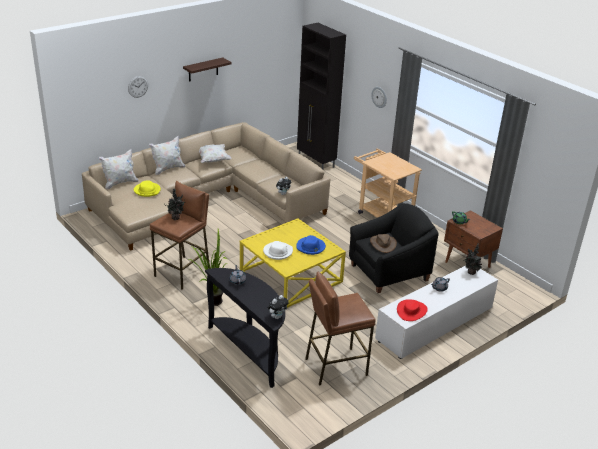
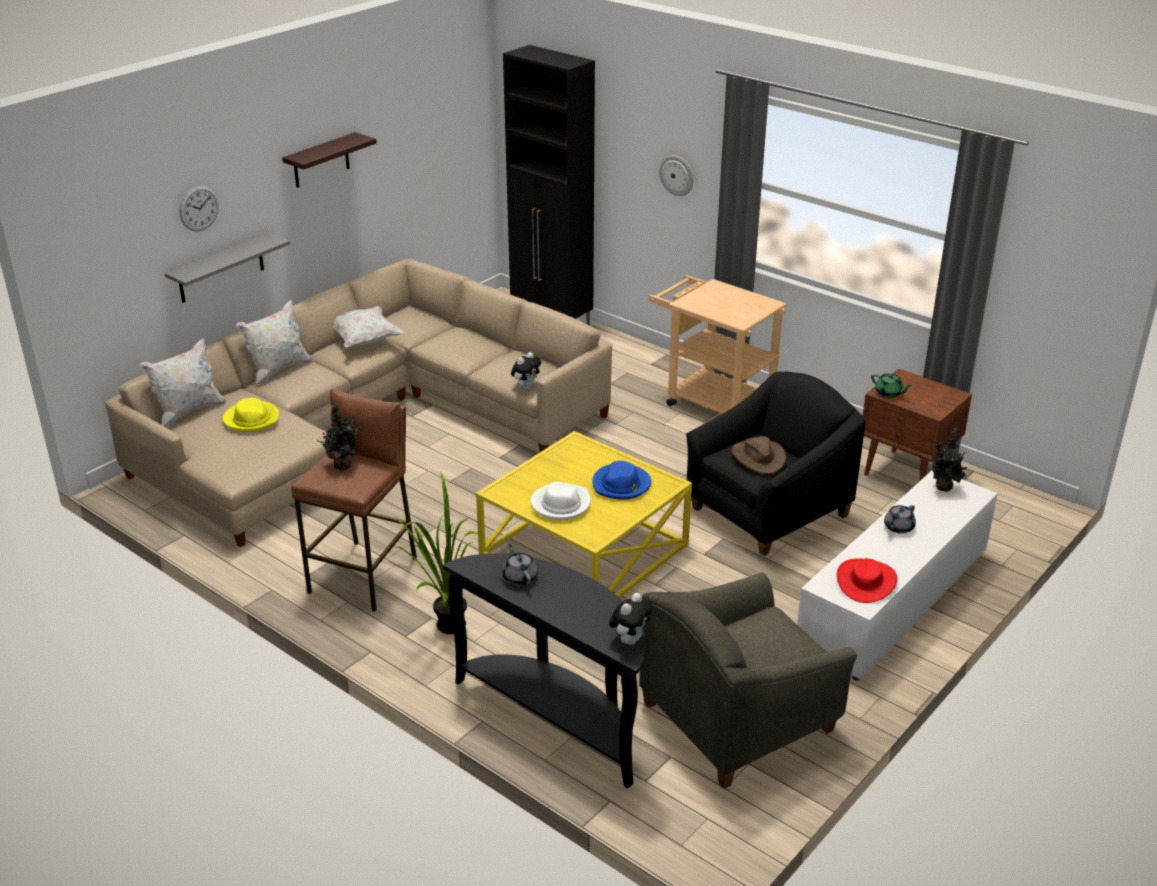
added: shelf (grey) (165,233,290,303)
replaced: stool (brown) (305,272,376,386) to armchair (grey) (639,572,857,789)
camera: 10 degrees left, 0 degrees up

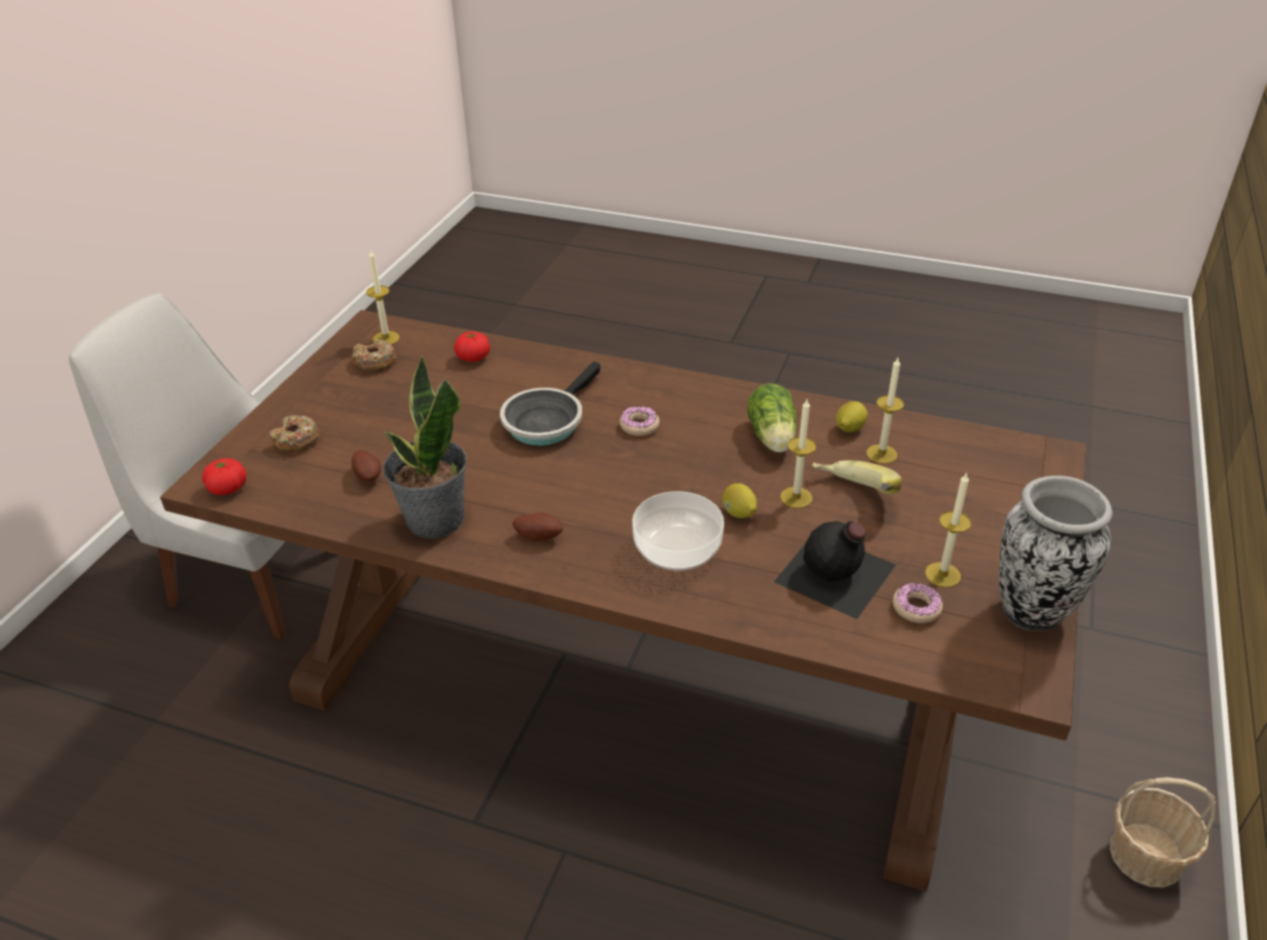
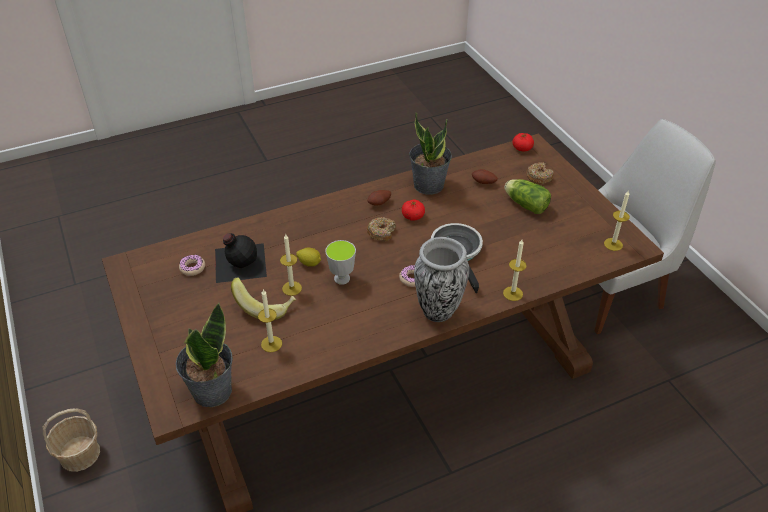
removed: bowl (632,491,724,571); lemon (836,401,868,432)
added: potted plant (176,303,233,407); cup (325,240,356,285)
moved: donut (352,339,397,372) to (367,217,396,242); tomato (454,331,490,362) to (402,200,425,221); lettuce (747,384,797,453) to (504,179,551,214); candle (925,472,971,588) to (503,240,527,301); vase (999,476,1113,631) to (414,237,469,322)
camera: 135 degrees right, 5 degrees up

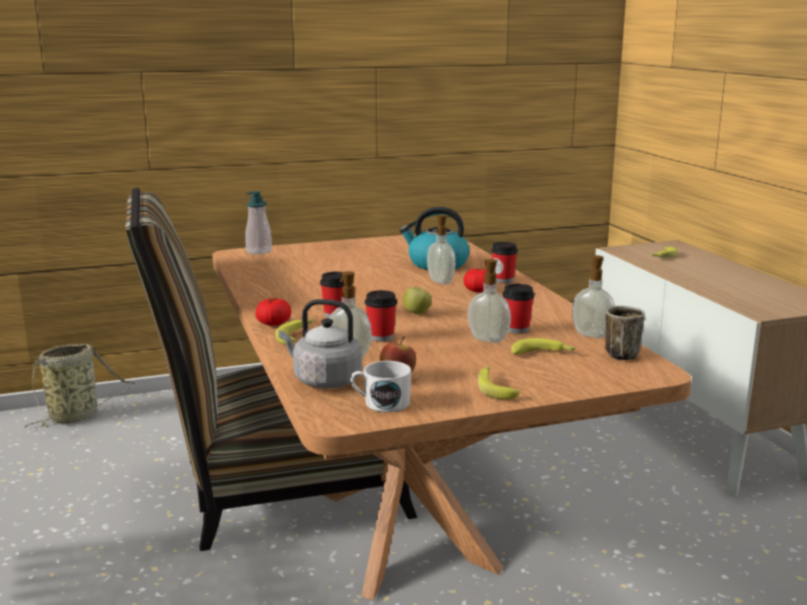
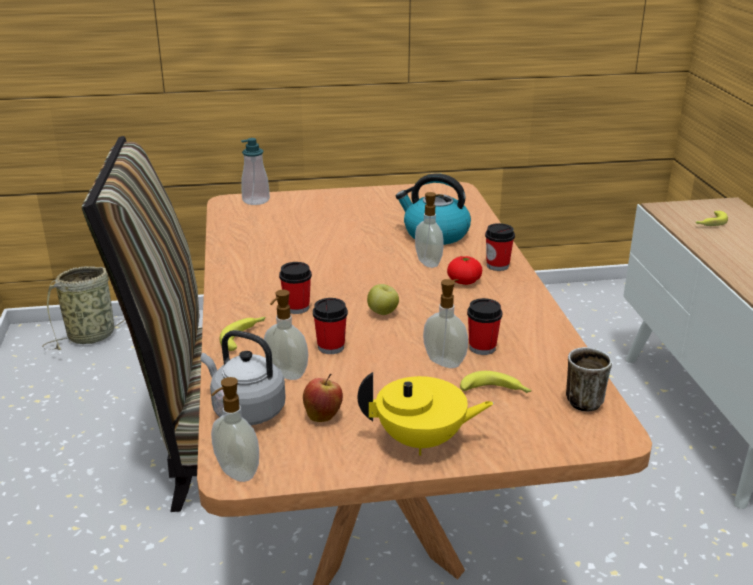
removed: tomato (255,297,291,326); mug (white) (351,361,411,412)
moved: soap dispenser (572,255,615,338) to (211,377,259,482)
replaced: banana (478,366,520,400) to teapot (yellow) (358,372,494,456)
camera: 10 degrees right, 10 degrees up

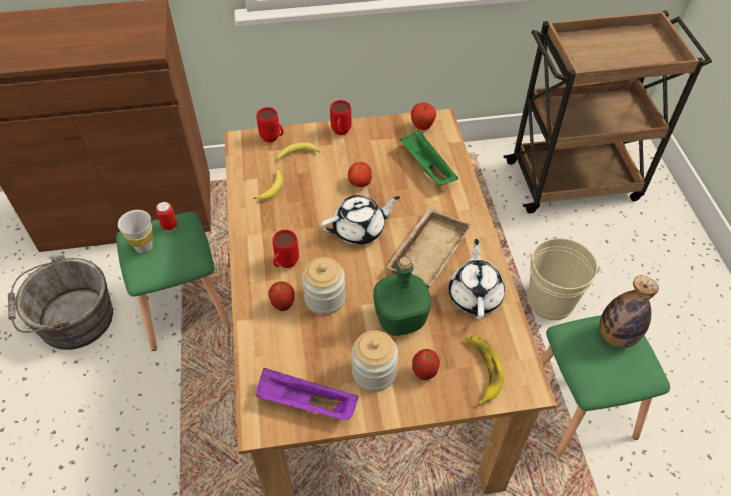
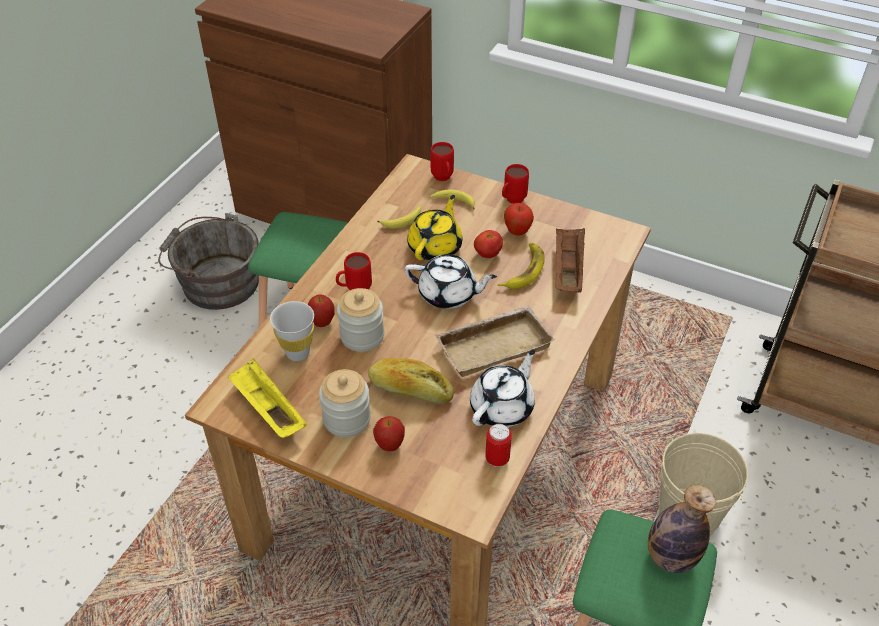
added: teapot (yellow) (407,195,462,261)
moved: cup (white) (118,210,153,253) to (270,301,314,361); can (156,202,177,231) to (485,424,512,467); apple (411,102,436,130) to (504,203,534,236); banana (466,336,504,405) to (498,243,545,289)
replaced: bottle (green) (373,257,431,336) to bread (368,358,454,403)
recoloured: tray (purple) (256,368,358,420) to tray (yellow) (228,358,307,438); tray (green) (400,129,458,185) to tray (brown) (555,228,585,292)
camera: 35 degrees right, 5 degrees down

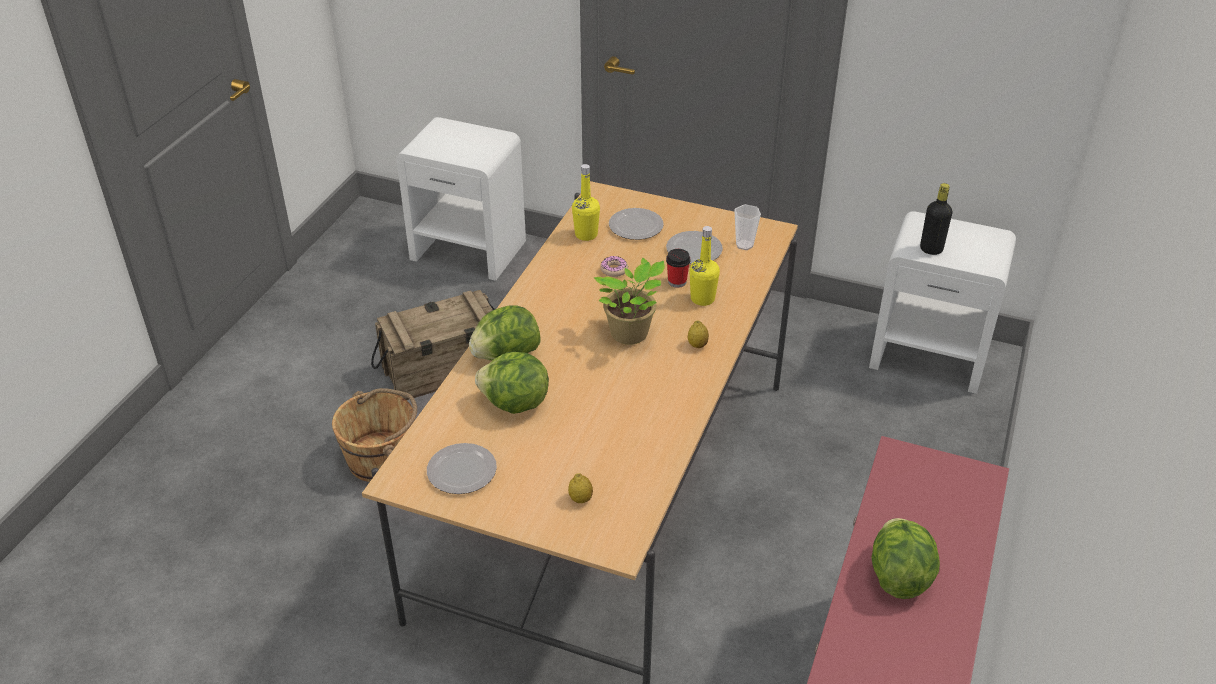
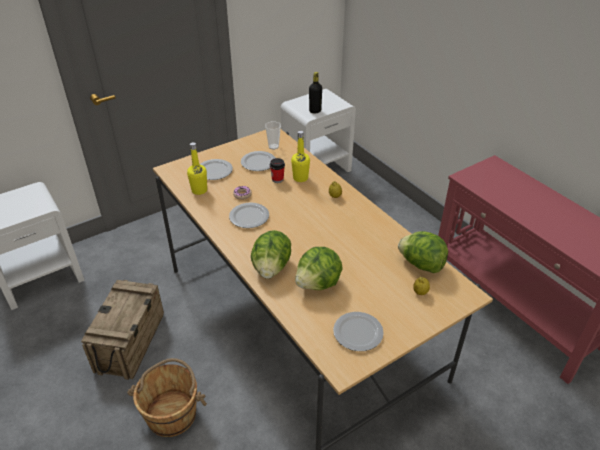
removed: potted plant (593,258,665,344)
added: plate (229,203,269,228)
moved: lettuce (871,518,940,599) to (398,231,448,273)
camera: 55 degrees left, 0 degrees up

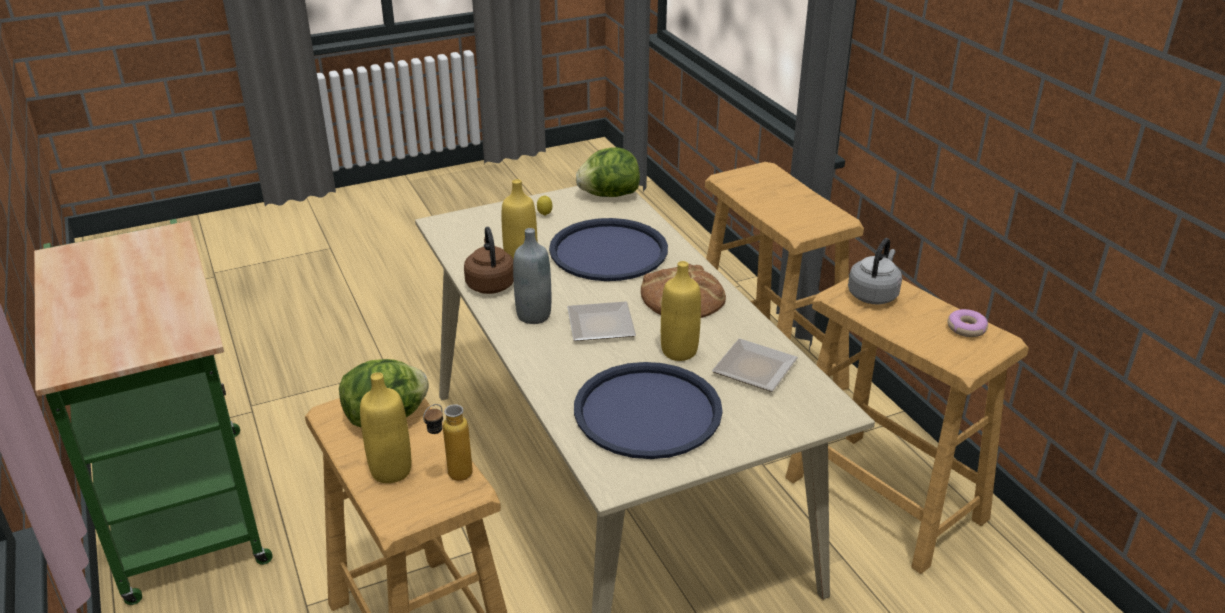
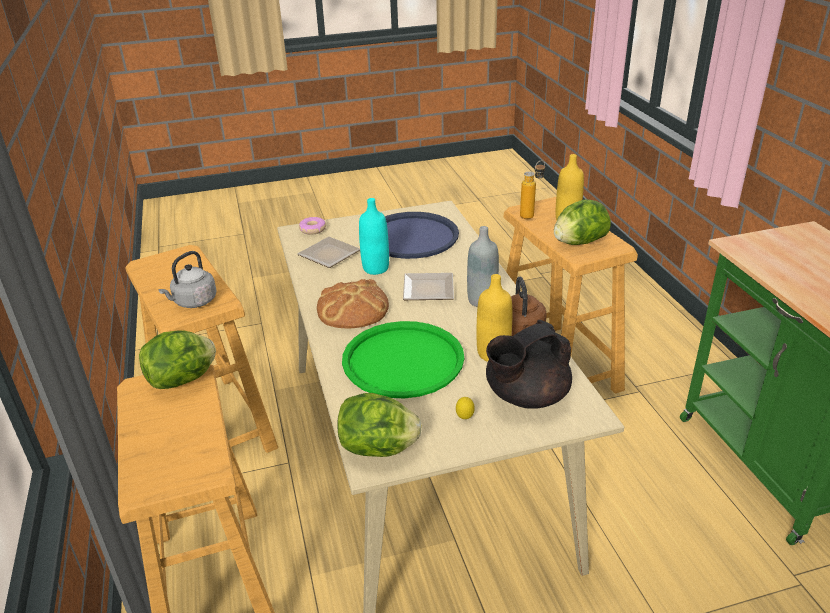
added: lettuce (139,330,216,389); teapot (black) (486,320,572,409)
moved: donut (947,309,988,337) to (299,217,326,235)
recoloured: tray (blue) (549,218,668,281) to tray (green) (342,321,464,398); bottle (yellow) (661,261,701,361) to bottle (turquoise) (359,198,389,275)
camera: 170 degrees left, 0 degrees up

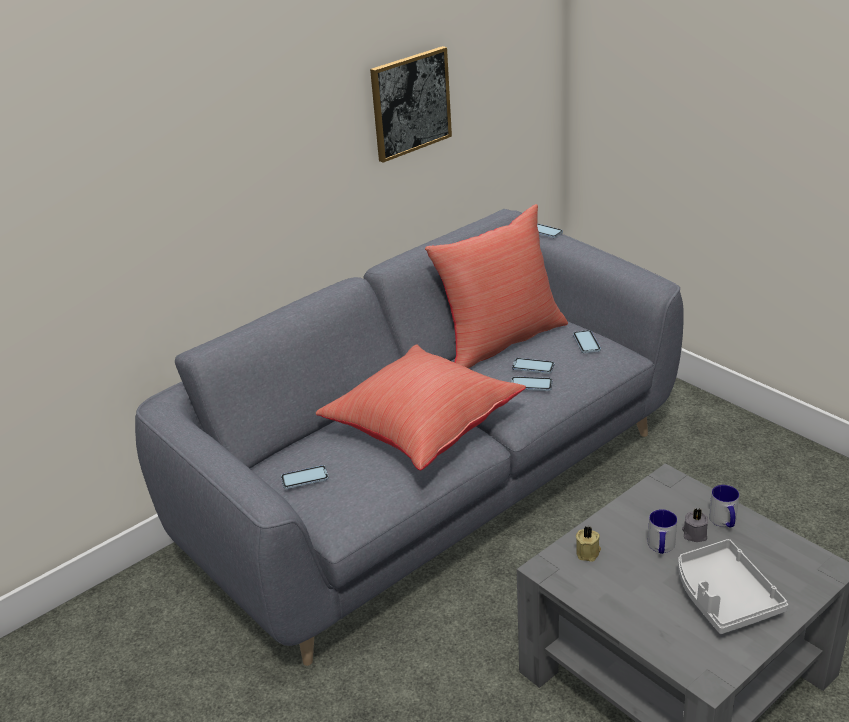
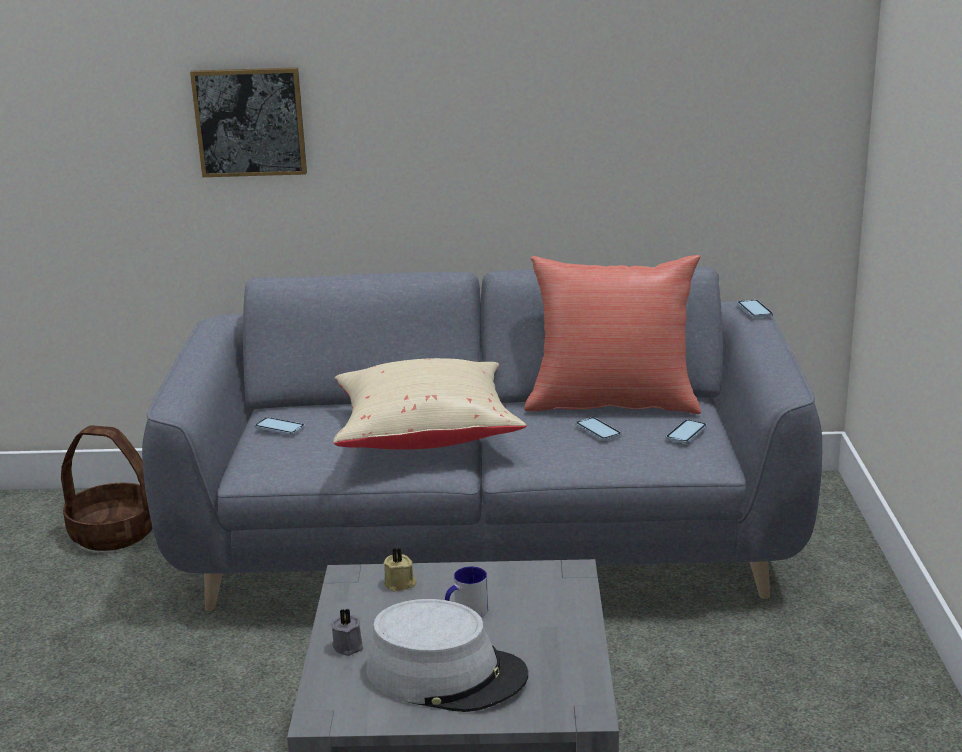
removed: phone (511,376,552,391); mug (709,485,739,527)
added: basket (61,425,153,551)
moved: picture (370,46,452,163) to (190,67,307,177); candle (grey) (682,508,708,542) to (330,609,363,656)
replaced: tray (grey) (678,539,788,634) to hat (grey) (366,599,528,712)
recoloured: pillow (red) (316,344,526,470) to pillow (beige) (333,358,527,450)
camera: 40 degrees right, 10 degrees down

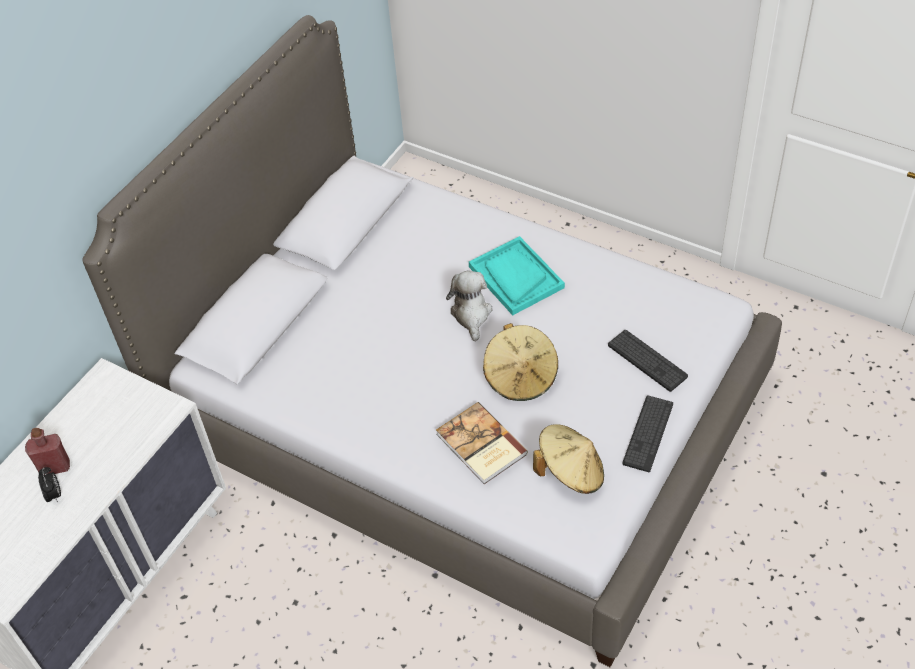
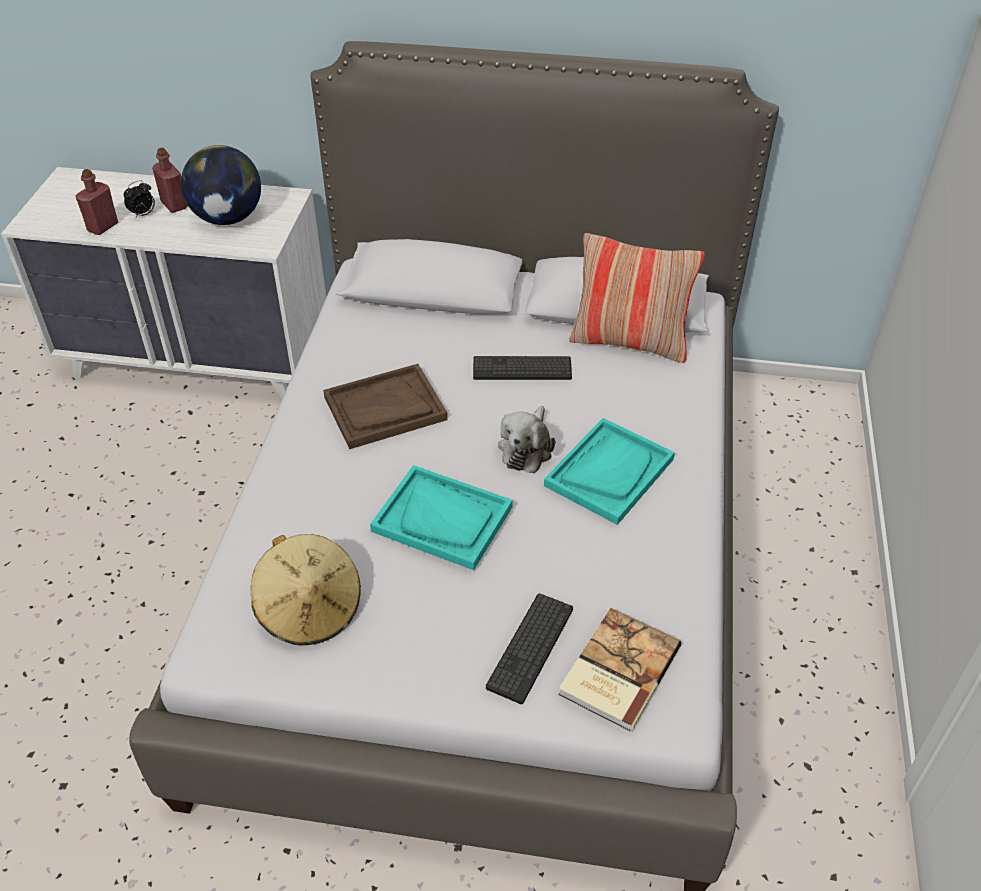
added: bottle (red) (76,169,118,235); globe (181,145,261,225); tray (brown) (323,364,448,449); pillow (569,233,705,363)
moved: book (436,402,528,484) to (558,608,681,732); keyboard (623,395,673,472) to (473,356,572,380)
replaced: hat (beige) (483,323,558,401) to tray (turquoise) (370,465,513,570)
turned: plush toy (446,270,493,342) = (498,406,555,473) 135 degrees clockwise
camera: 65 degrees right, 5 degrees down

